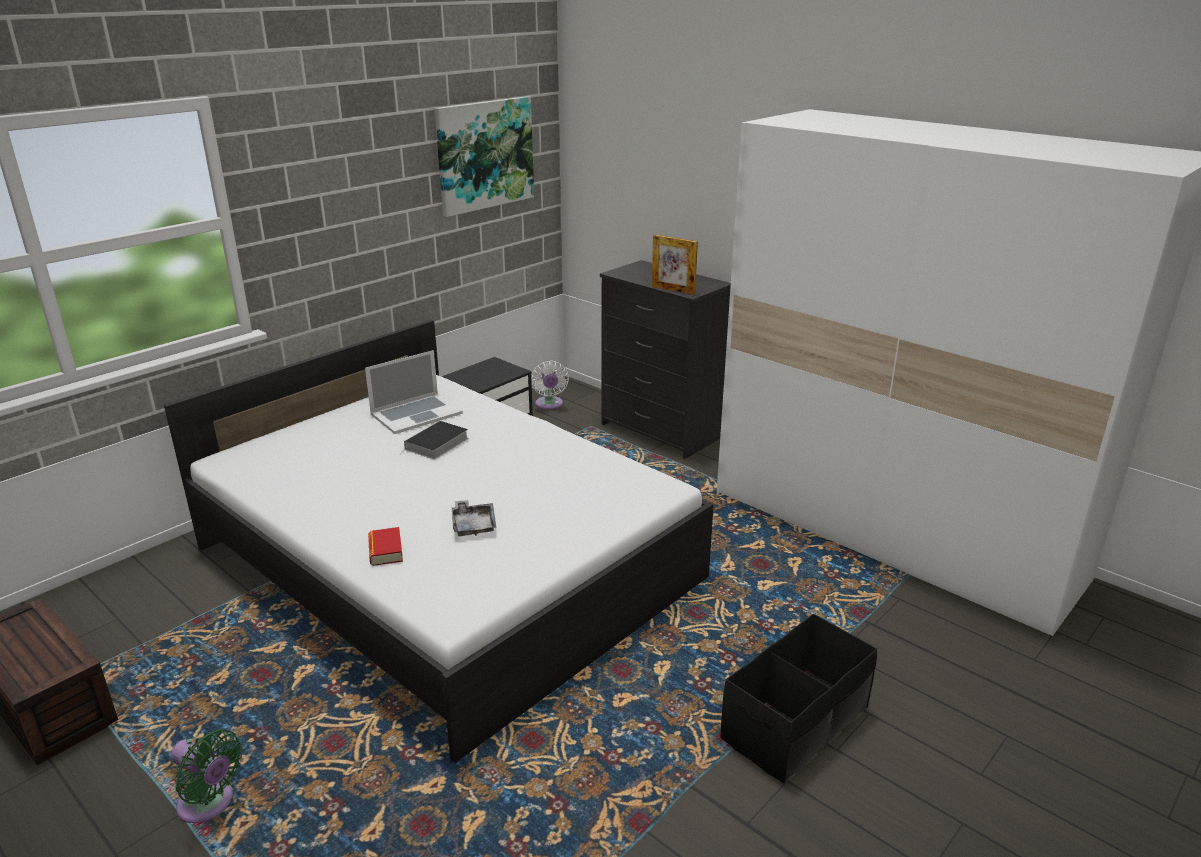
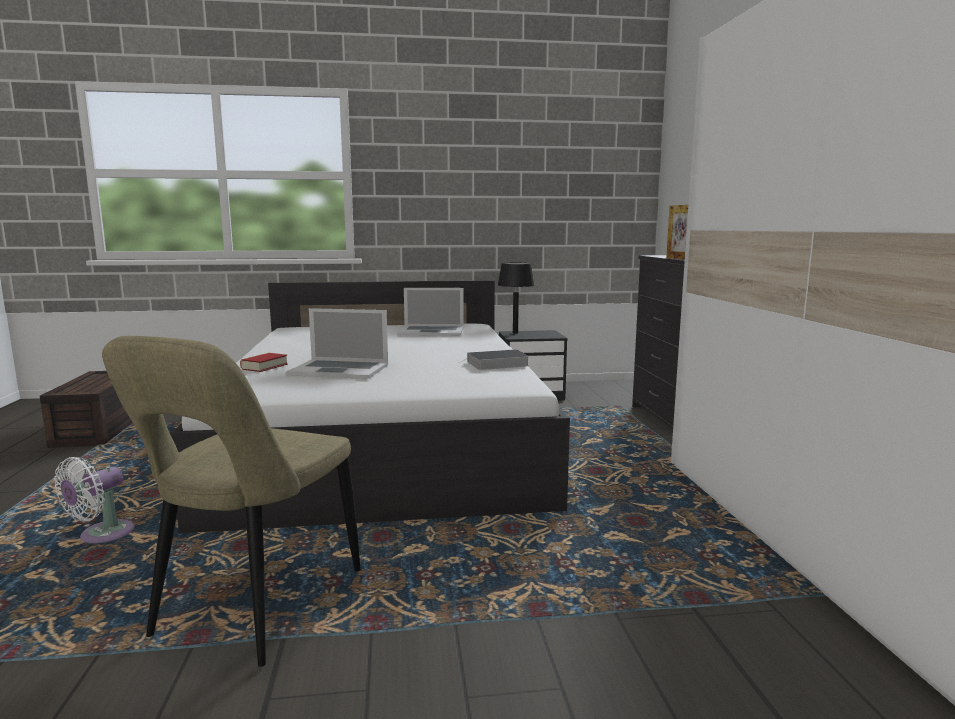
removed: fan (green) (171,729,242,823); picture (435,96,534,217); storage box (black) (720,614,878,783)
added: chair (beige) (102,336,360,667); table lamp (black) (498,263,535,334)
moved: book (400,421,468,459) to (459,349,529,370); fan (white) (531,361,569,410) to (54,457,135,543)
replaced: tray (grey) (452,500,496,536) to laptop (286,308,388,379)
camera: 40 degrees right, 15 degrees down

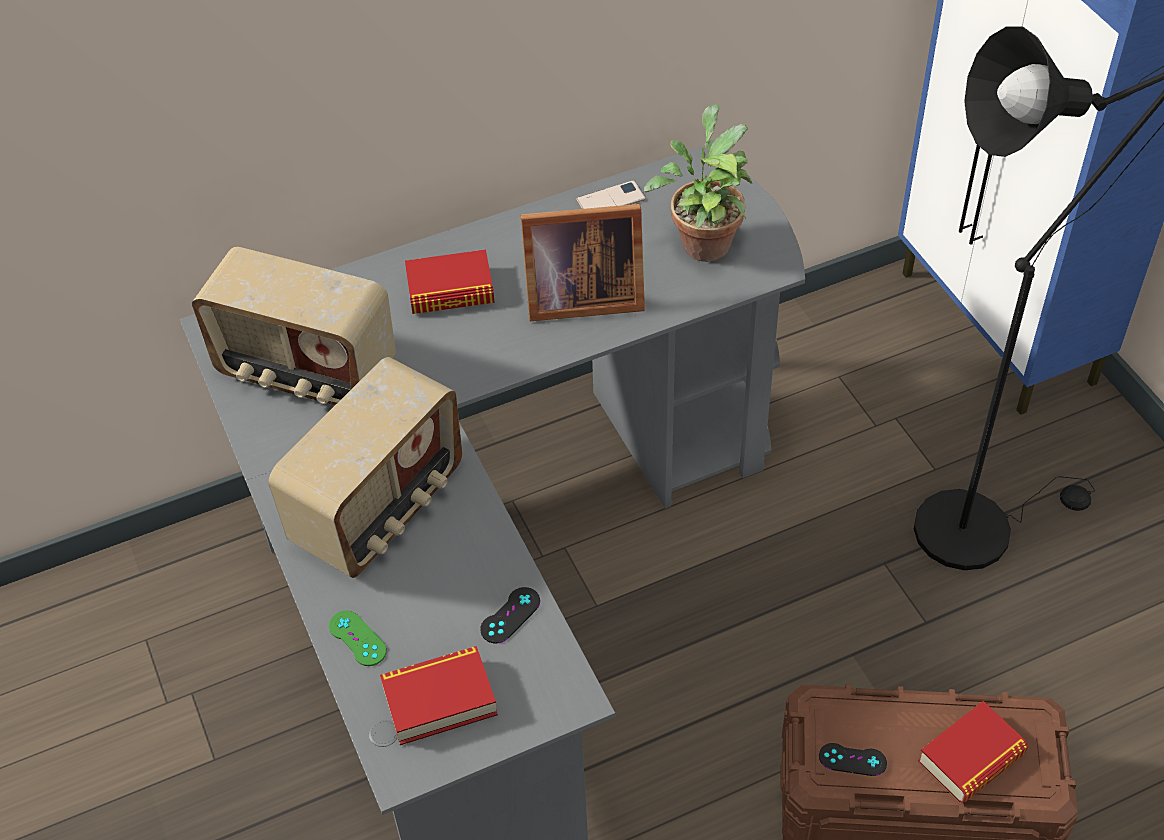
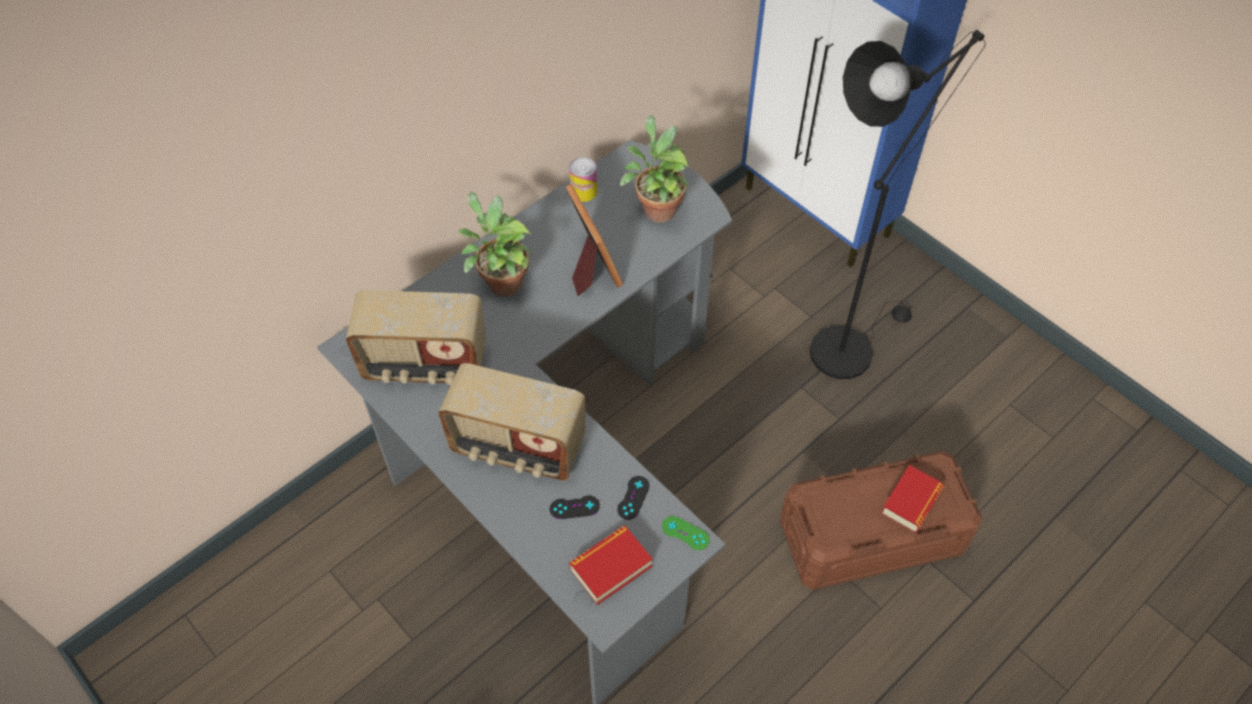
moved: game controller (green) (329,611,387,666) to (662,516,710,550); game controller (black) (819,743,887,776) to (550,496,600,519)
replaced: book (405,249,495,314) to potted plant (458,192,533,297); phone (576,180,646,209) to can (569,157,597,202)
turned: radio (268,357,463,578) = (438,363,585,480) 90 degrees clockwise; picture frame (521,204,645,321) = (565,184,623,296) 90 degrees counterclockwise
camera: 20 degrees left, 5 degrees up

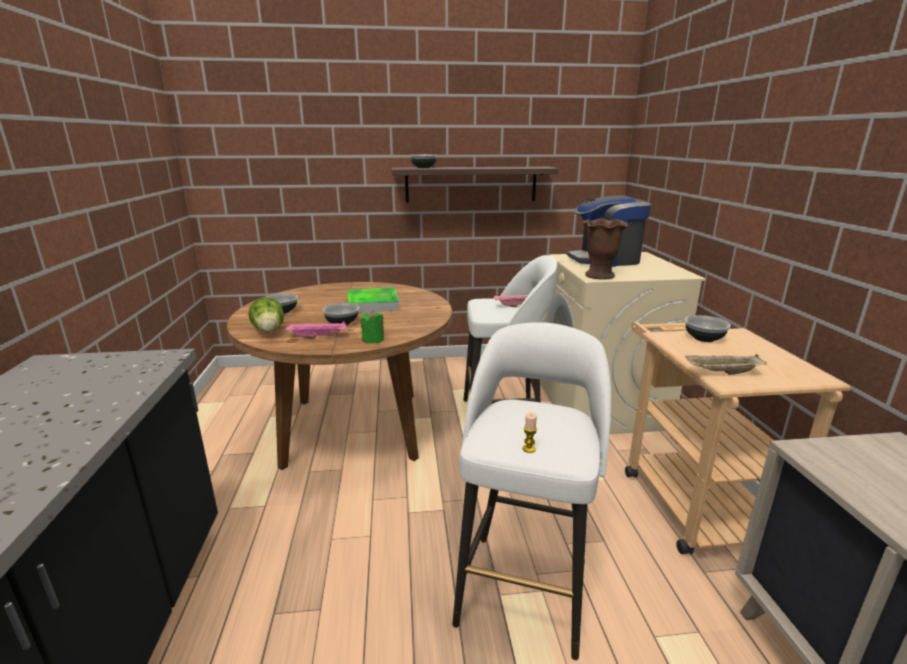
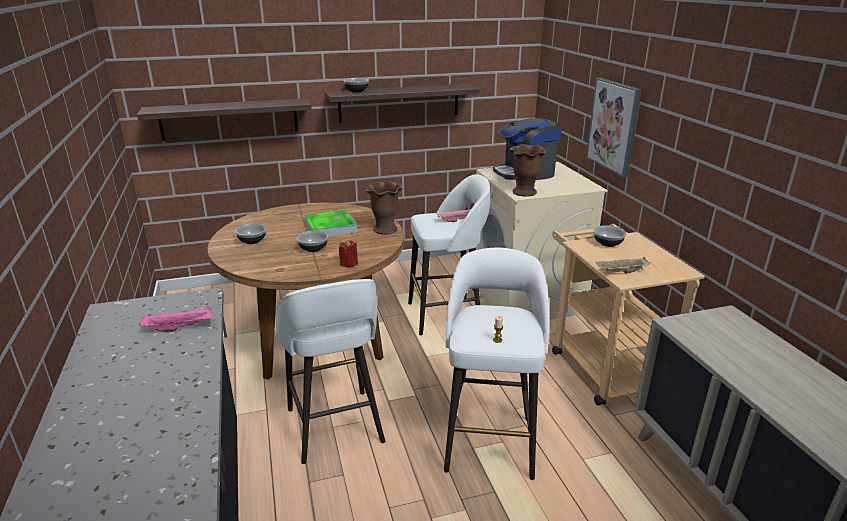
removed: lettuce (248,297,284,333)
added: shelf (137,98,312,141); stool (white) (276,279,385,464); vase (brown) (366,181,403,235); picture (586,78,642,178)
moved: tray (pink) (285,321,346,339) to (139,306,213,332)
recoloured: candle (green) (361,311,384,344) to candle (red) (339,240,358,267)
camera: 10 degrees left, 5 degrees up

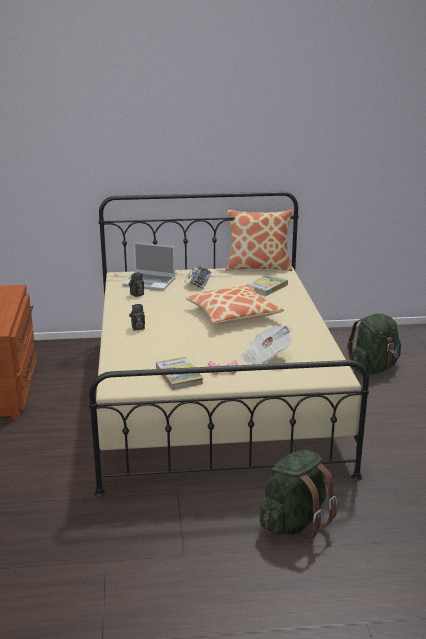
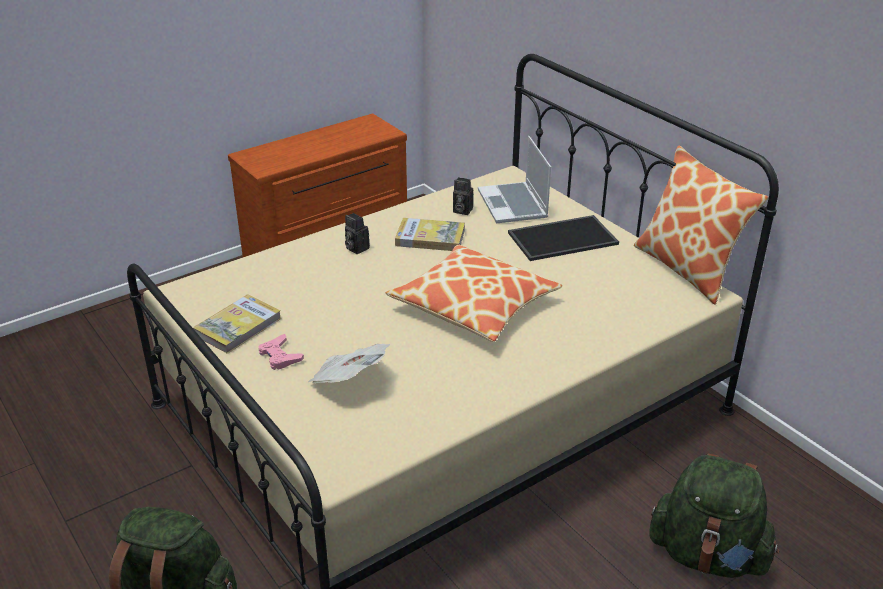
moved: book (246,274,288,296) to (395,218,465,251)
replaced: keyboard (185,266,211,290) to tray (508,215,619,261)
camera: 60 degrees right, 10 degrees up

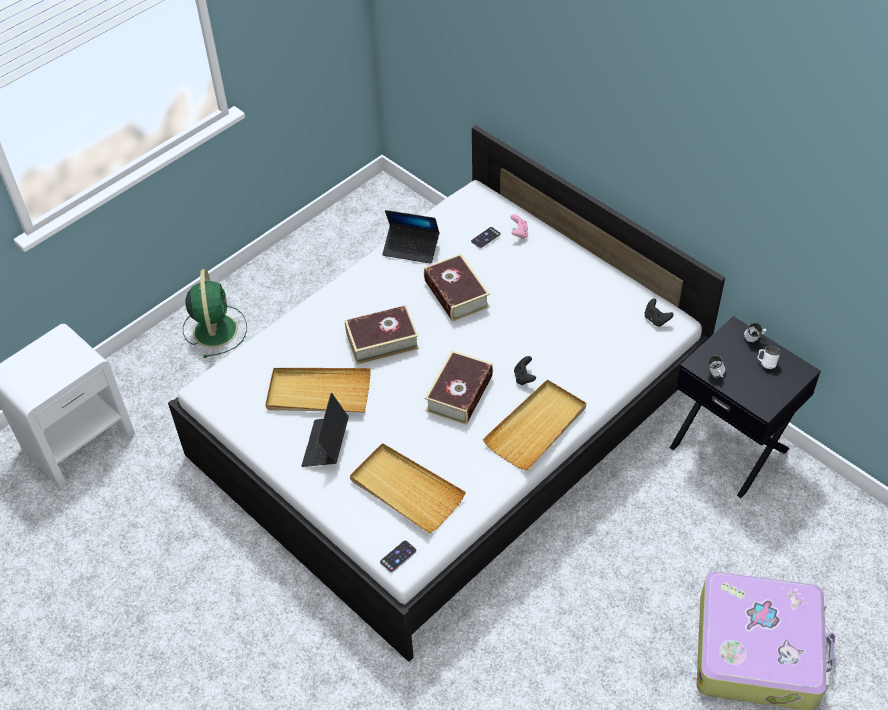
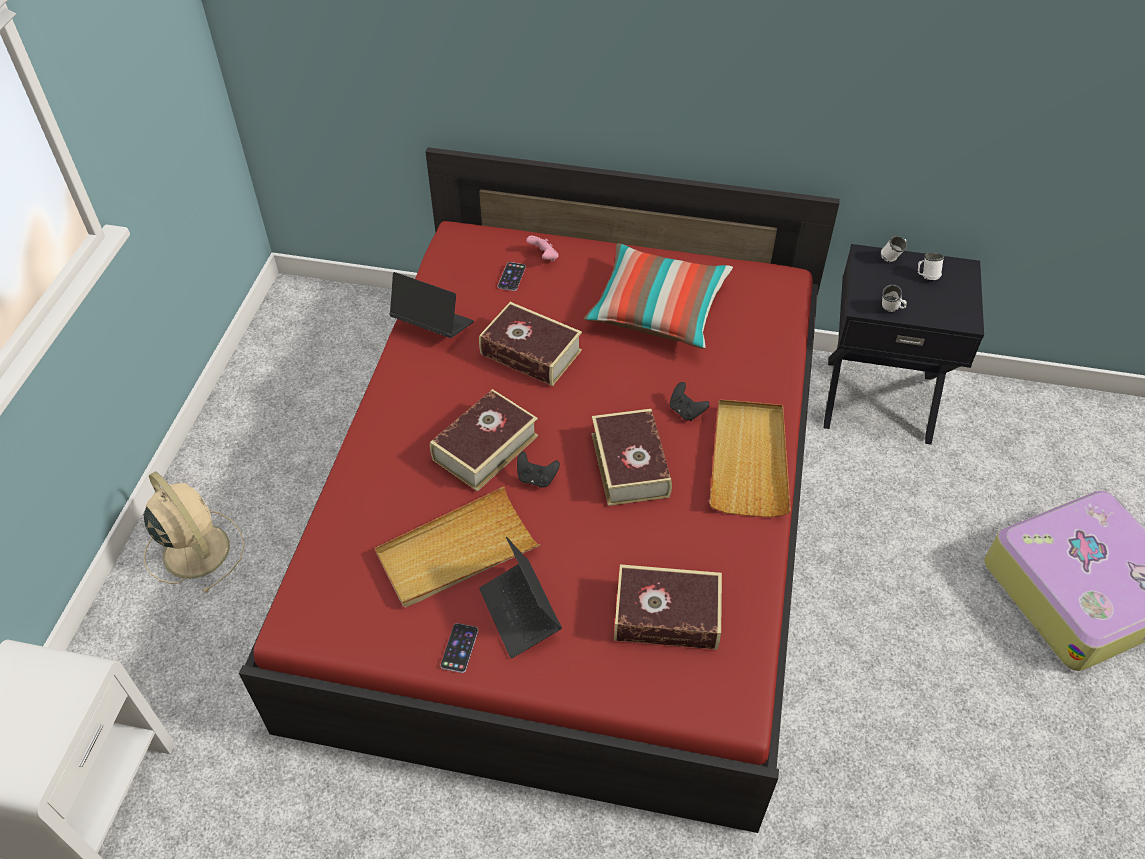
added: pillow (584,243,733,349)
moved: phone (380,540,417,573) to (440,623,478,673); game controller (black) (645,299,674,327) to (517,451,560,488)
replaced: tray (beige) (350,443,466,533) to book (614,564,722,650)
recoloured: bed (white) (168,125,725,662) to bed (red) (239,147,840,833); fan (green) (183,269,247,358) to fan (beige) (144,472,245,593)
turned: laptop (382,210,439,264) = (389,272,474,338) 135 degrees counterclockwise
camera: 35 degrees left, 0 degrees up

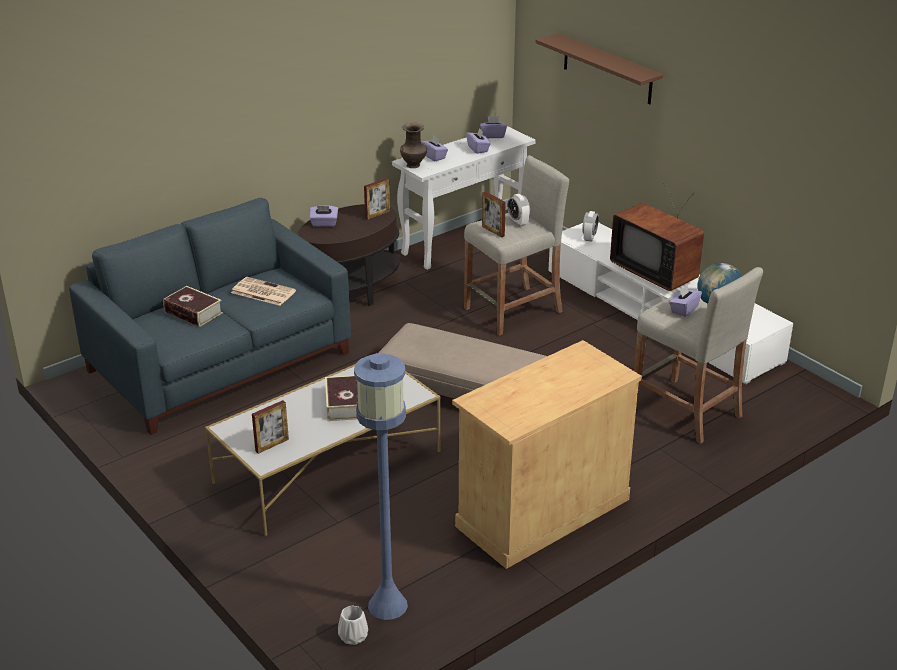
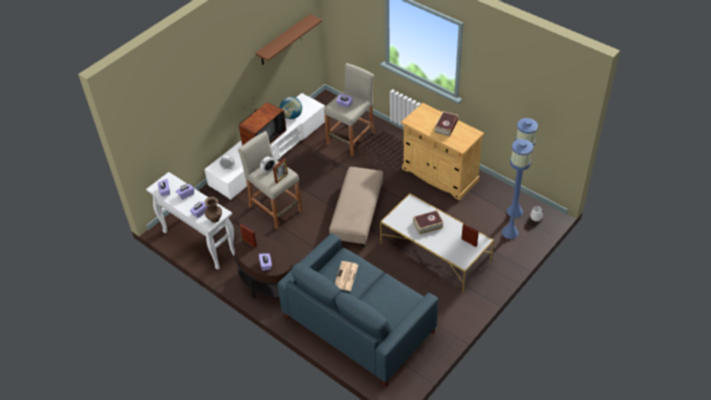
added: floor lamp (blue) (502,139,533,239)
moved: book (163,286,223,327) to (434,111,459,137); shelf (brown) (535,33,663,105) to (255,14,322,65)
camera: 100 degrees left, 15 degrees up

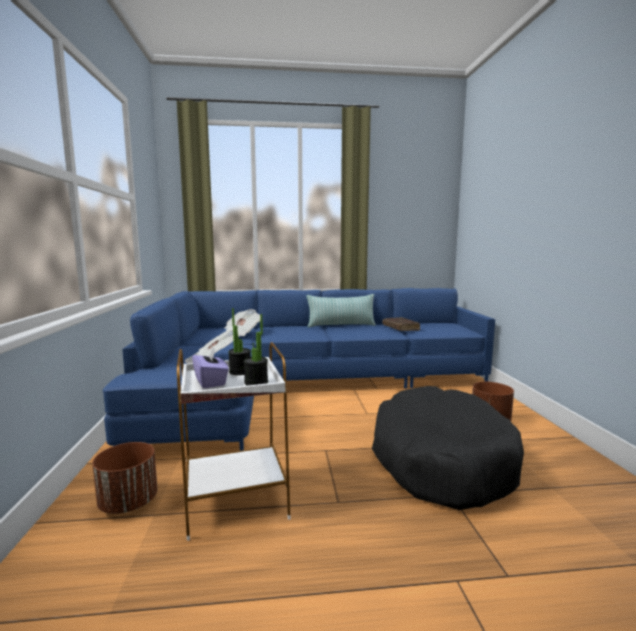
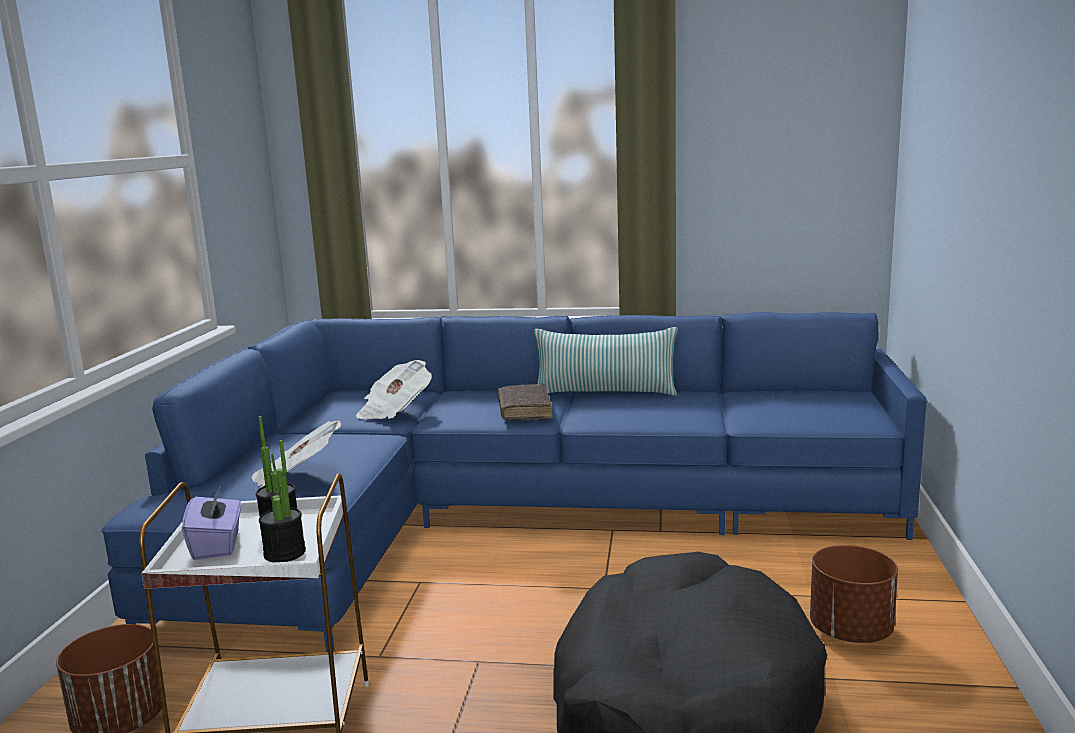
moved: book (brown) (382,317,420,331) to (498,384,553,420)
camera: 15 degrees right, 5 degrees up

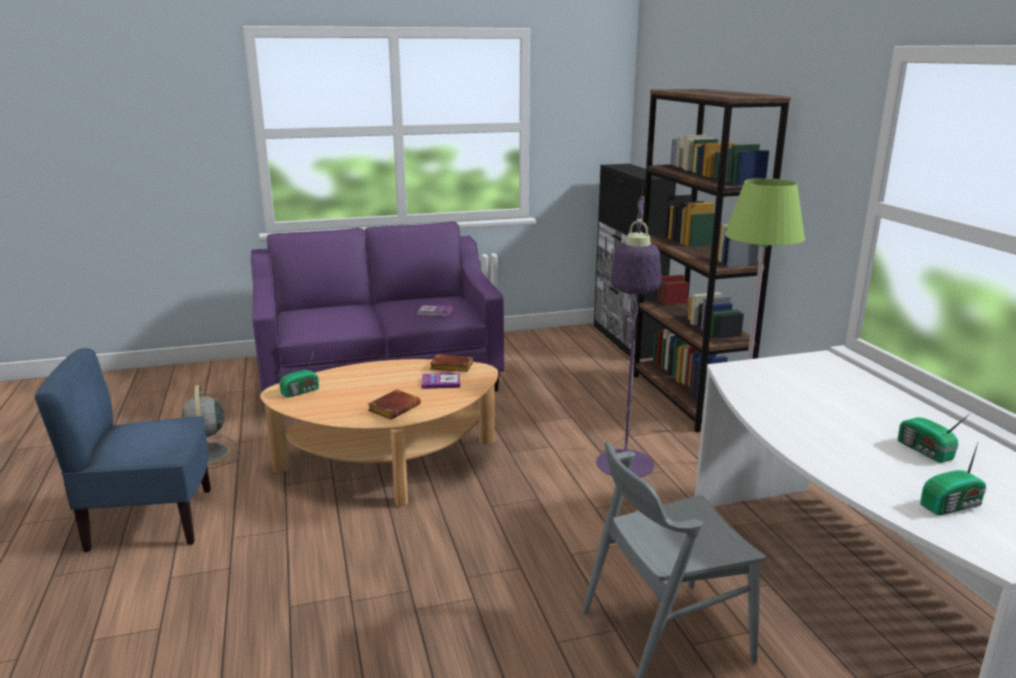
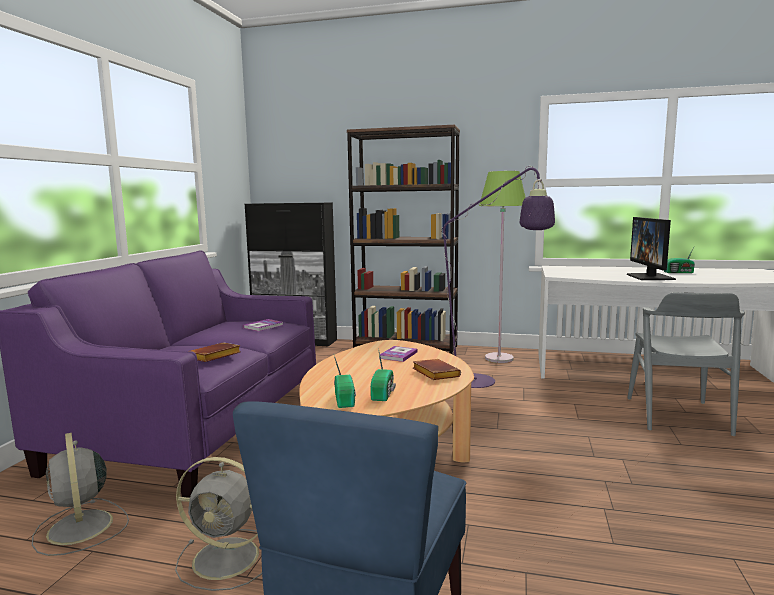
added: fan (grey) (32,432,129,556); monitor (627,217,676,280)
moved: book (brown) (430,355,473,372) to (191,342,240,362); radio (920,443,987,516) to (371,348,396,401)
camera: 60 degrees left, 10 degrees down

